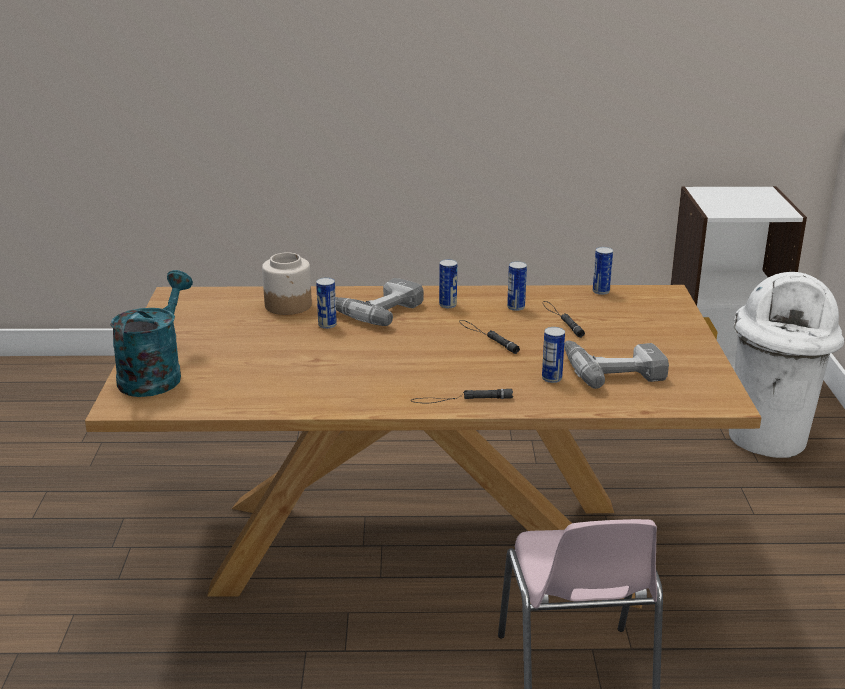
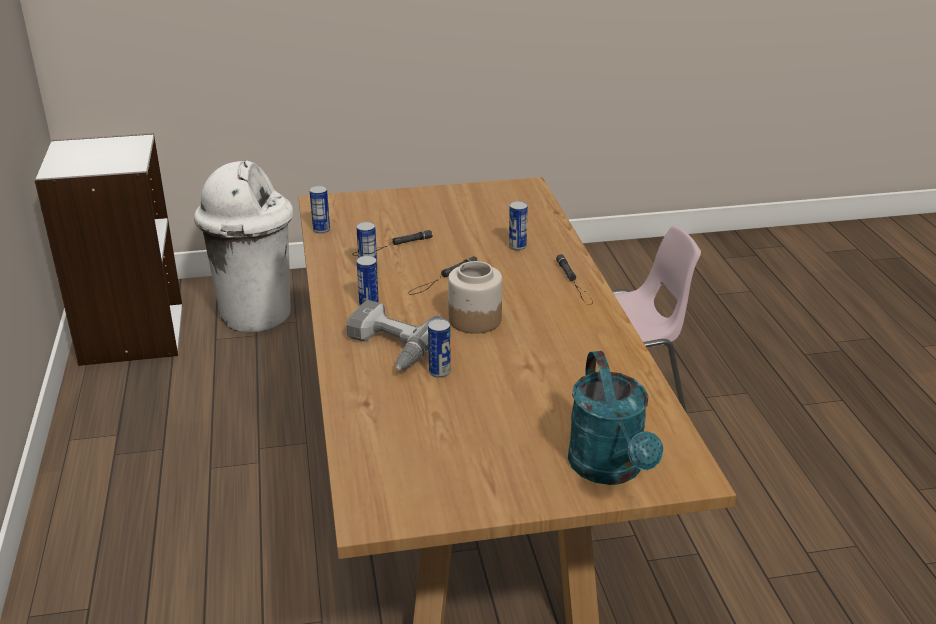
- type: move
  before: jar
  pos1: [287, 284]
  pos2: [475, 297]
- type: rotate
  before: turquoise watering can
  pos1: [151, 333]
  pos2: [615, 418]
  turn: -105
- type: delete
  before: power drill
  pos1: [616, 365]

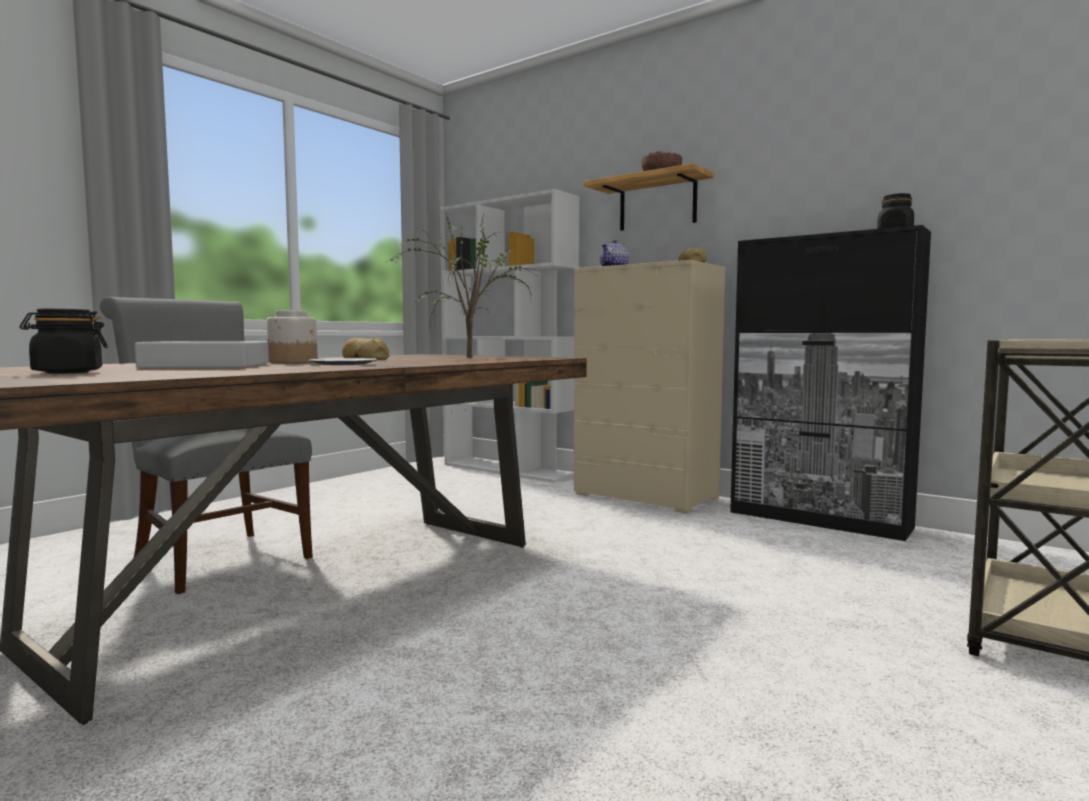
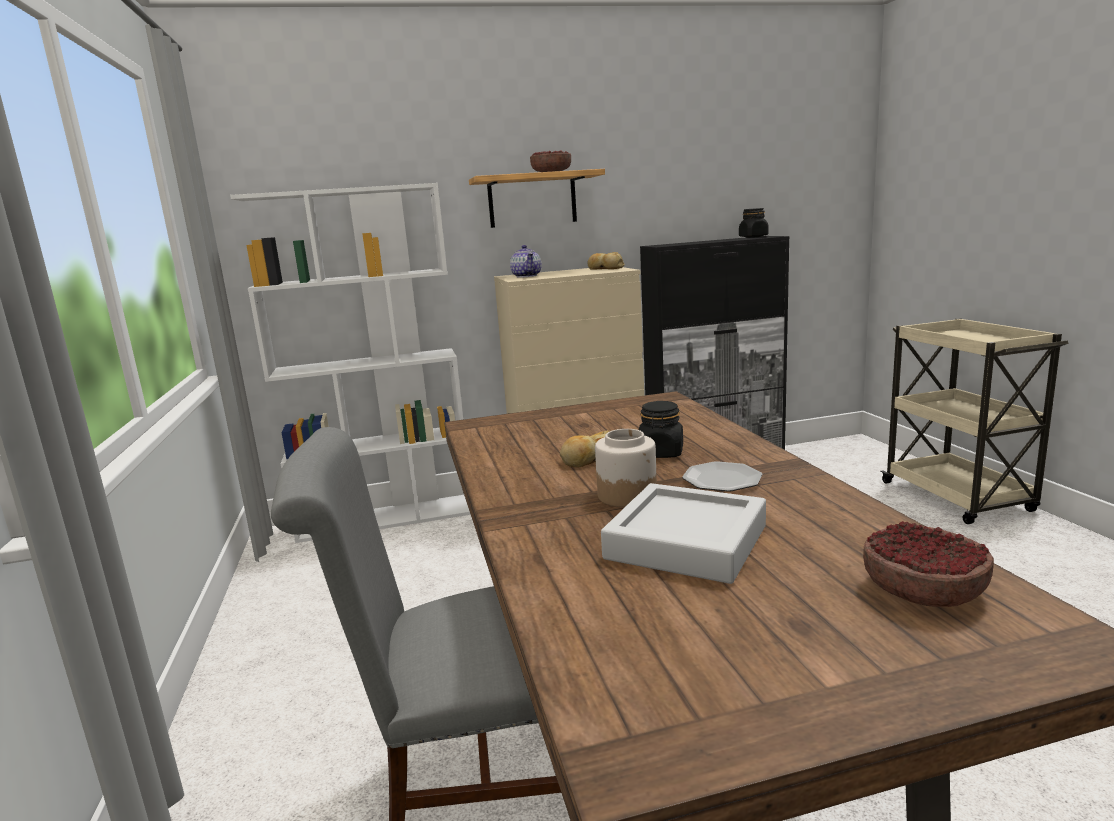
- type: delete
  before: potted plant
  pos1: [462, 283]
- type: move
  before: black jar
  pos1: [64, 340]
  pos2: [661, 429]
- type: insert
  after: bowl
  pos2: [928, 564]

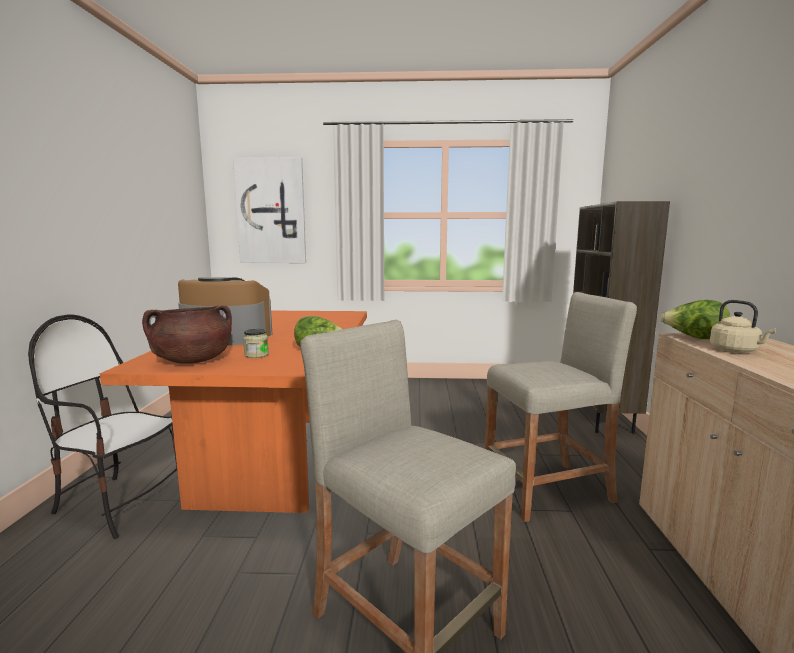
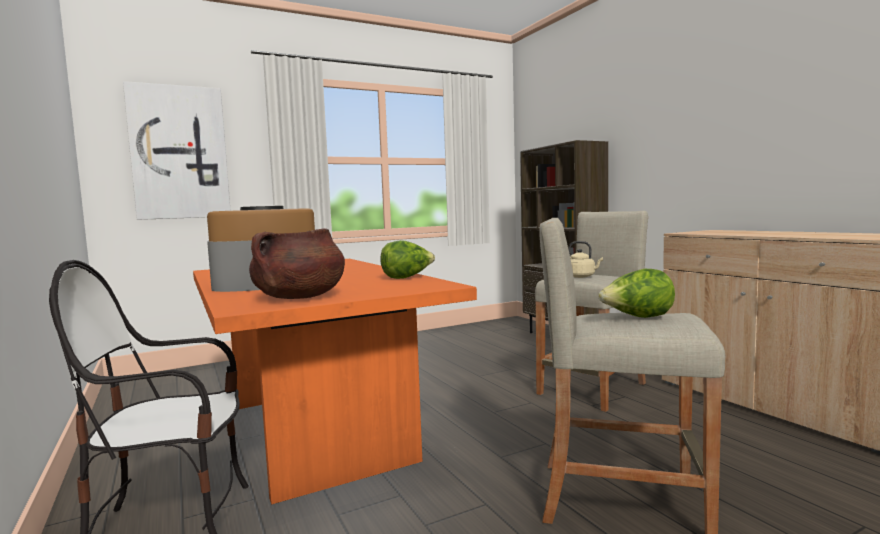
- type: move
  before: lettuce
  pos1: [695, 319]
  pos2: [636, 293]
- type: move
  before: beige kettle
  pos1: [743, 326]
  pos2: [585, 259]
- type: delete
  before: jar
  pos1: [256, 343]

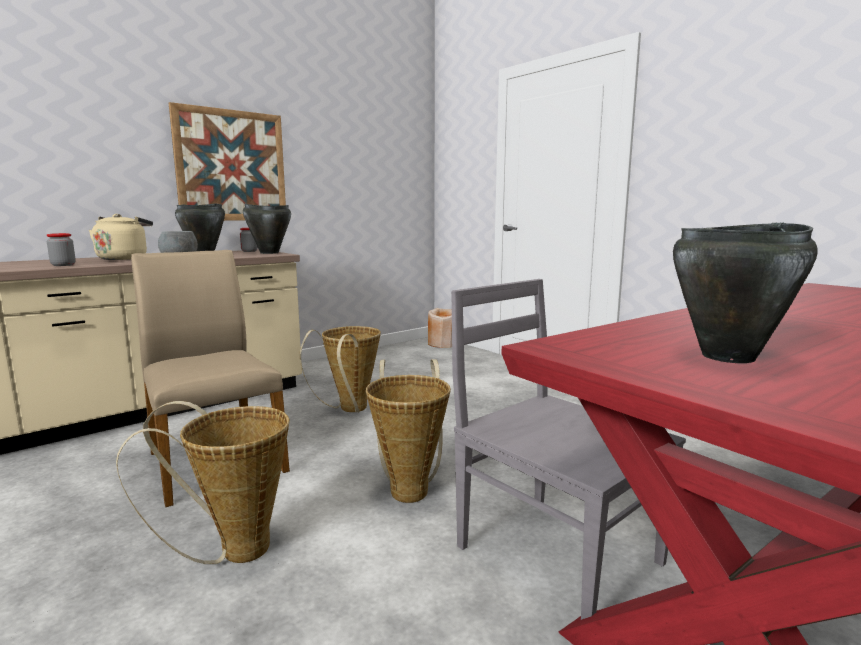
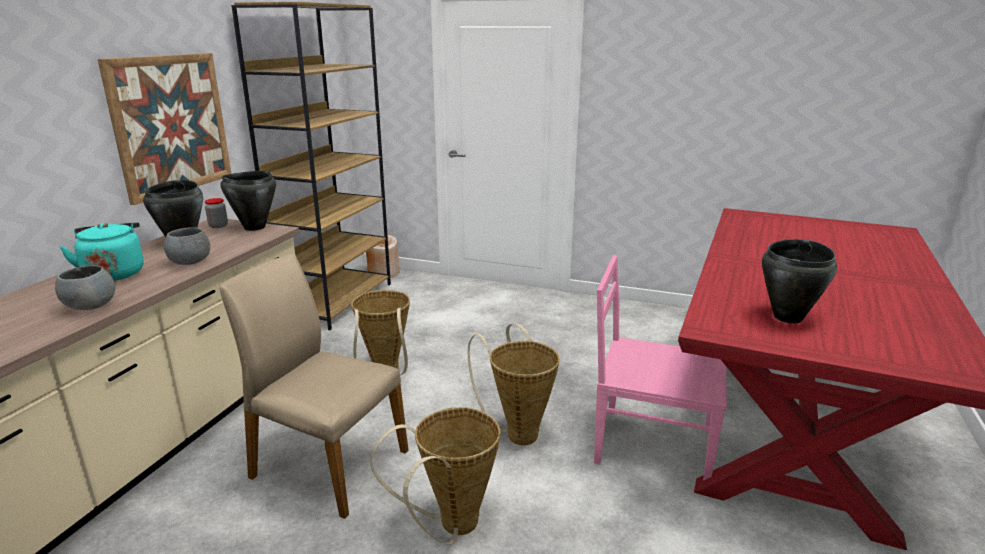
- type: recolor
  before: beige kettle
  after: turquoise kettle
  pos1: [121, 237]
  pos2: [101, 251]
- type: replace
  before: jar
  after: grey bowl
  pos1: [61, 249]
  pos2: [85, 287]
- type: recolor
  before: grey chair
  after: pink chair
  pos1: [568, 449]
  pos2: [660, 368]
- type: insert
  after: brown bookcase
  pos2: [311, 166]

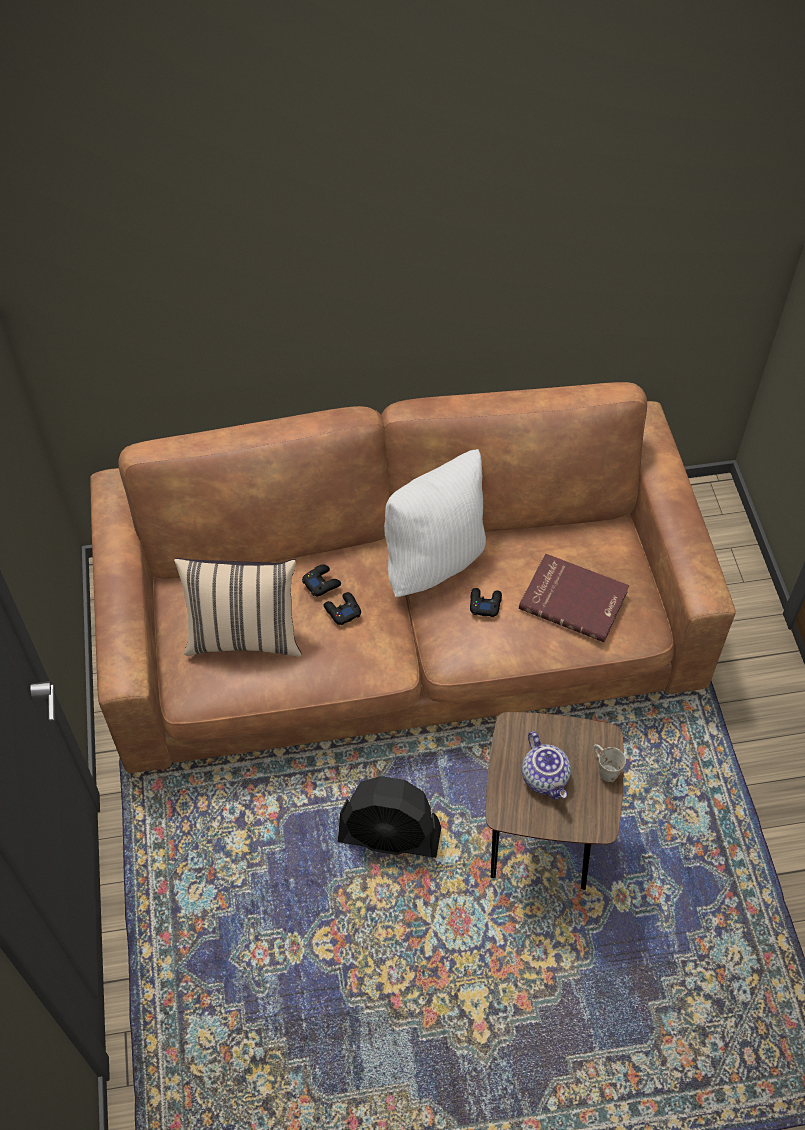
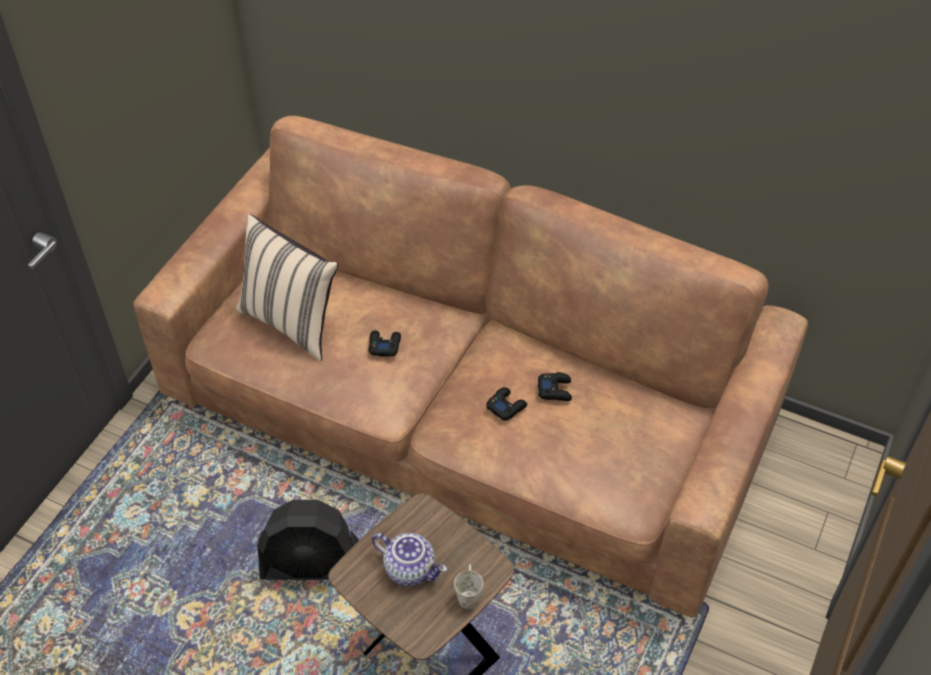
- type: delete
  before: white pillow
  pos1: [435, 523]
- type: delete
  before: red book
  pos1: [574, 598]
- type: move
  before: black game controller
  pos1: [321, 580]
  pos2: [555, 386]
- type: rotate
  before: teapot
  pos1: [546, 765]
  pos2: [409, 559]
  turn: -75
- type: rotate
  before: black fan
  pos1: [389, 817]
  pos2: [308, 540]
  turn: -45

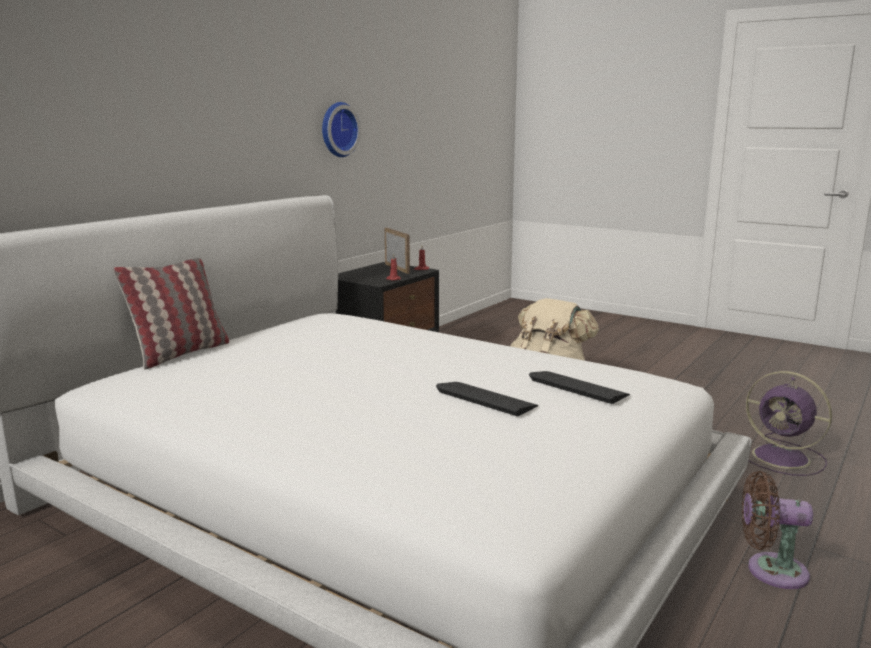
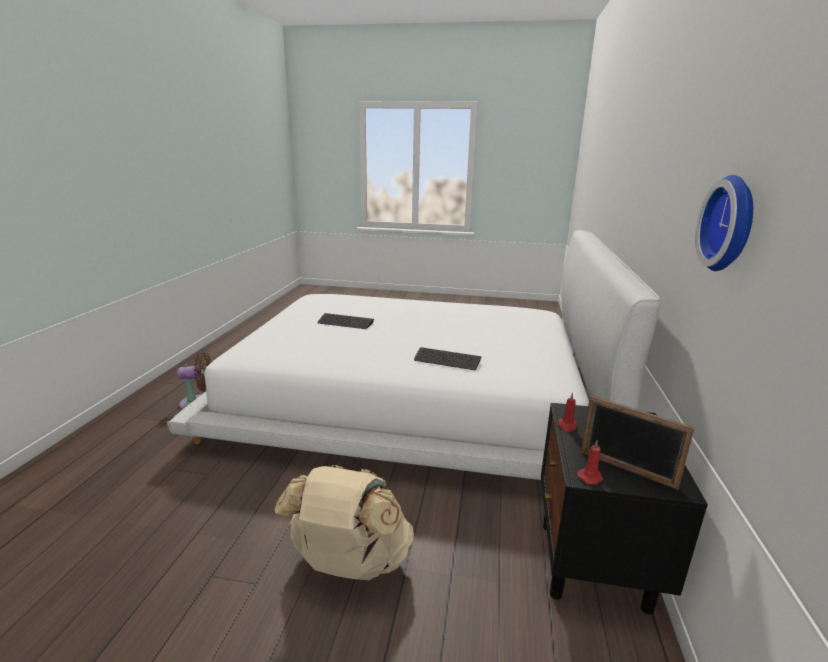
- type: delete
  before: pillow
  pos1: [171, 313]
- type: move
  before: keyboard
  pos1: [579, 387]
  pos2: [448, 358]
- type: delete
  before: purple fan
  pos1: [789, 423]

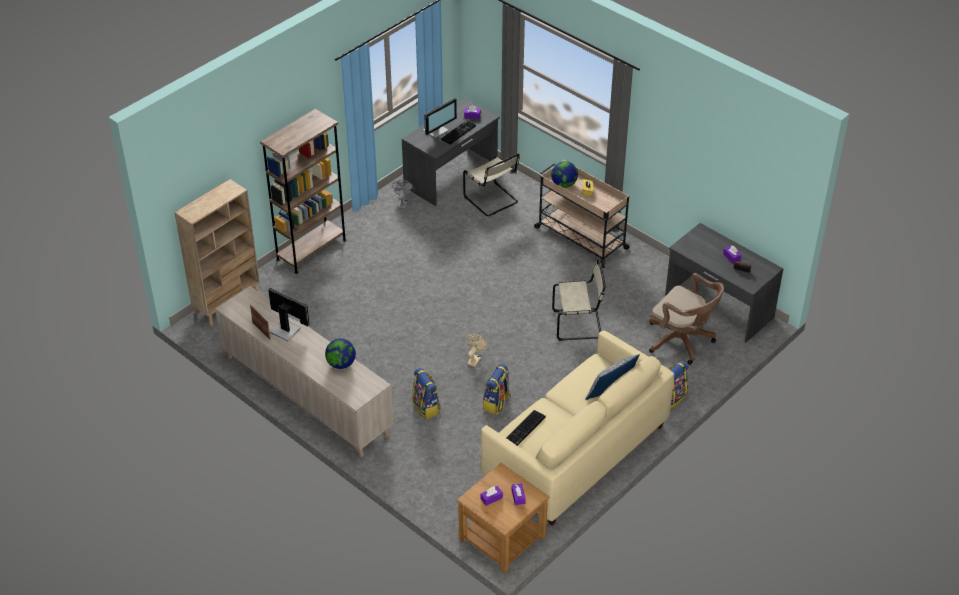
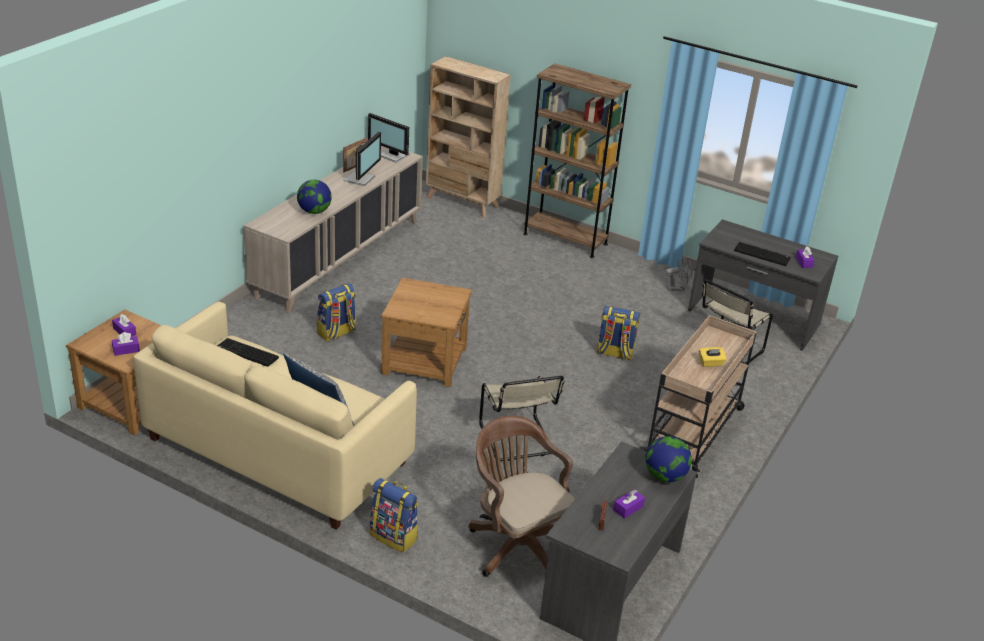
- type: move
  before: monitor
  pos1: [440, 118]
  pos2: [389, 138]
- type: move
  before: globe
  pos1: [564, 174]
  pos2: [668, 459]
- type: rotate
  before: brown office chair
  pos1: [686, 319]
  pos2: [522, 496]
  turn: 120
- type: replace
  before: beige fan
  after: brown side table
  pos1: [477, 350]
  pos2: [426, 332]
- type: move
  before: backpack
  pos1: [497, 389]
  pos2: [618, 333]

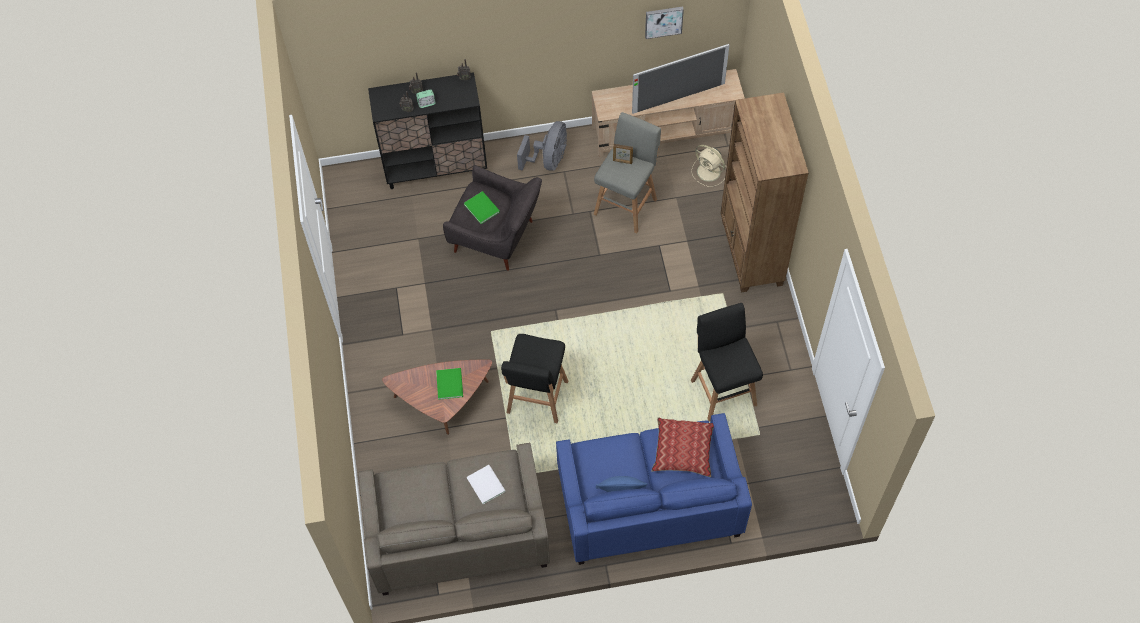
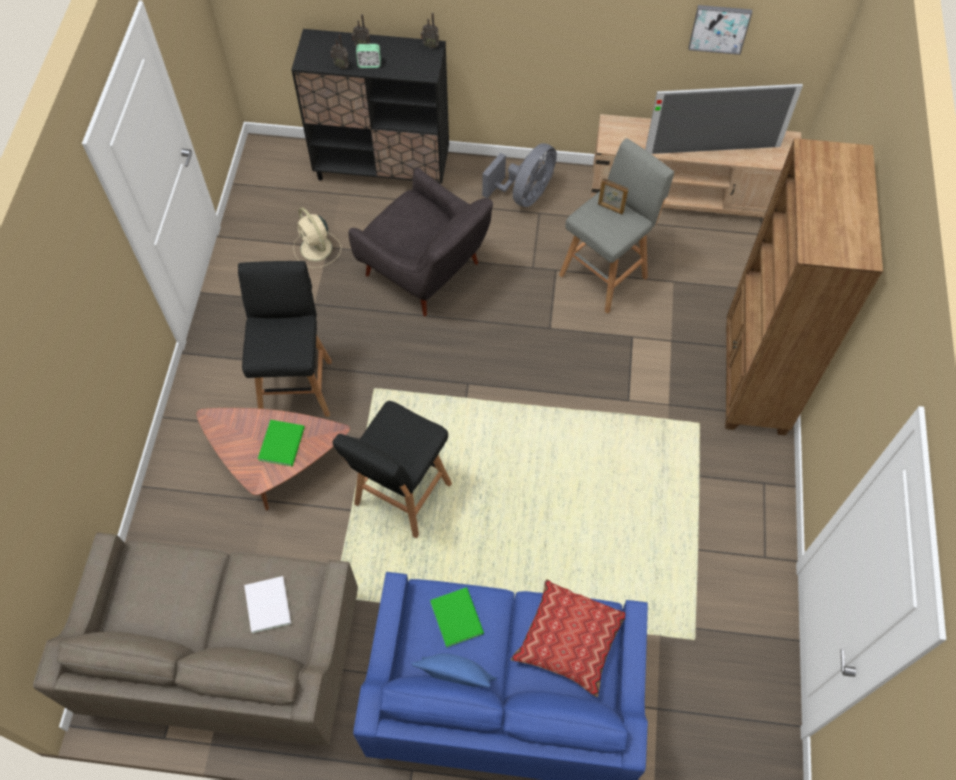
- type: move
  before: beige fan
  pos1: [708, 166]
  pos2: [317, 238]
- type: move
  before: green book
  pos1: [482, 207]
  pos2: [457, 617]
- type: move
  before: black stool
  pos1: [727, 362]
  pos2: [285, 339]

